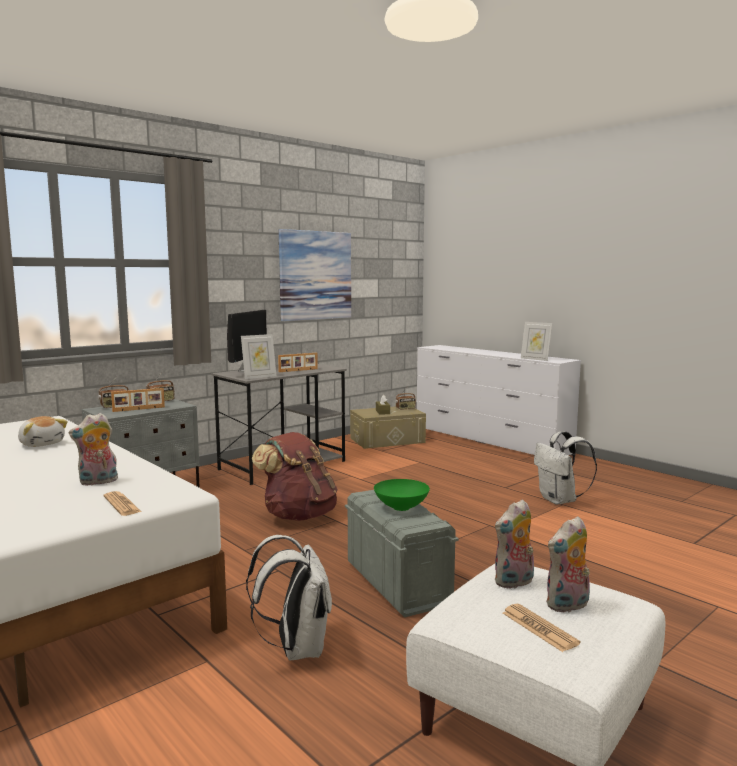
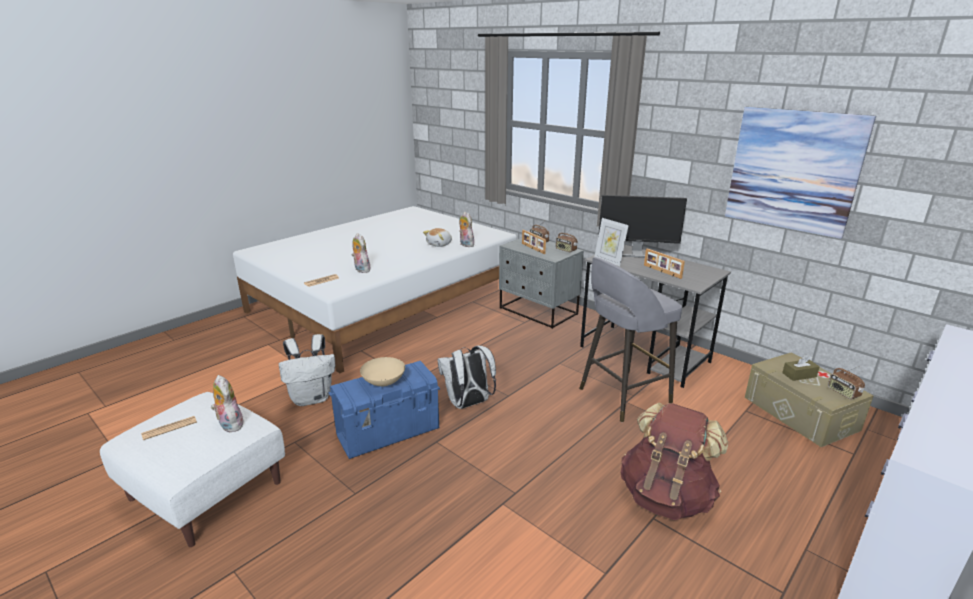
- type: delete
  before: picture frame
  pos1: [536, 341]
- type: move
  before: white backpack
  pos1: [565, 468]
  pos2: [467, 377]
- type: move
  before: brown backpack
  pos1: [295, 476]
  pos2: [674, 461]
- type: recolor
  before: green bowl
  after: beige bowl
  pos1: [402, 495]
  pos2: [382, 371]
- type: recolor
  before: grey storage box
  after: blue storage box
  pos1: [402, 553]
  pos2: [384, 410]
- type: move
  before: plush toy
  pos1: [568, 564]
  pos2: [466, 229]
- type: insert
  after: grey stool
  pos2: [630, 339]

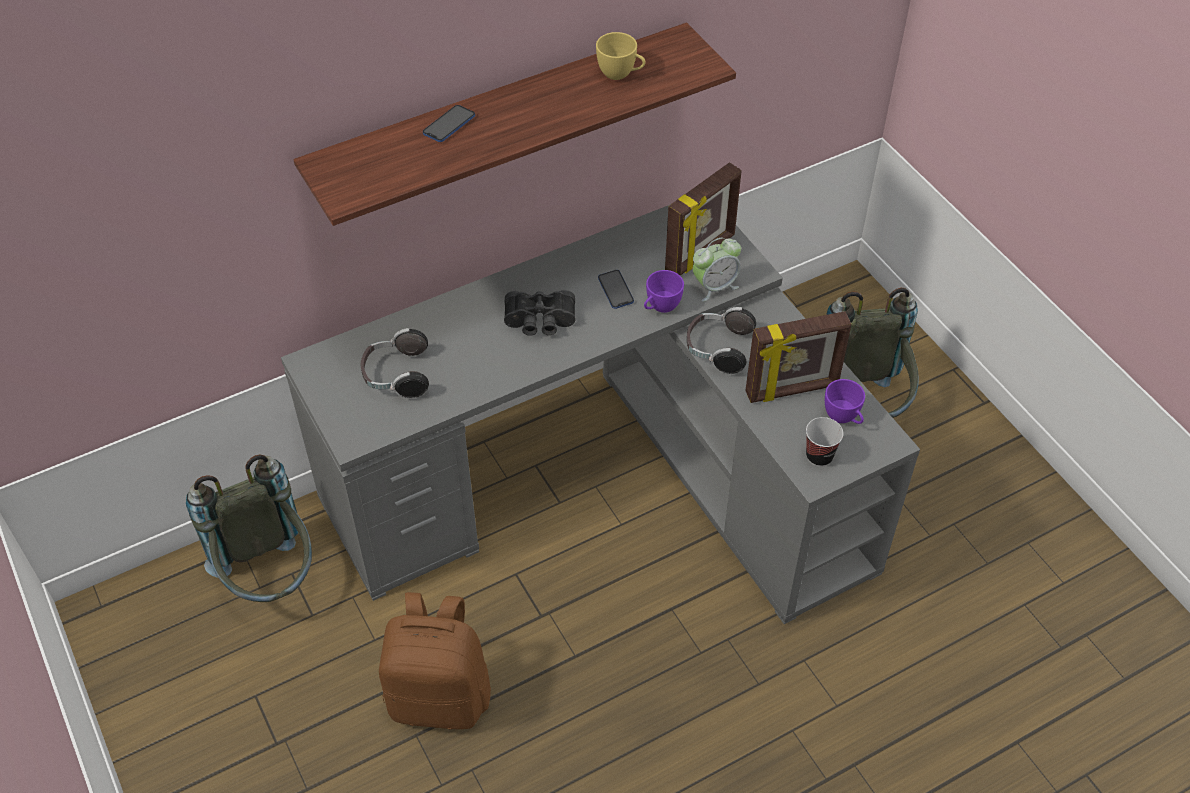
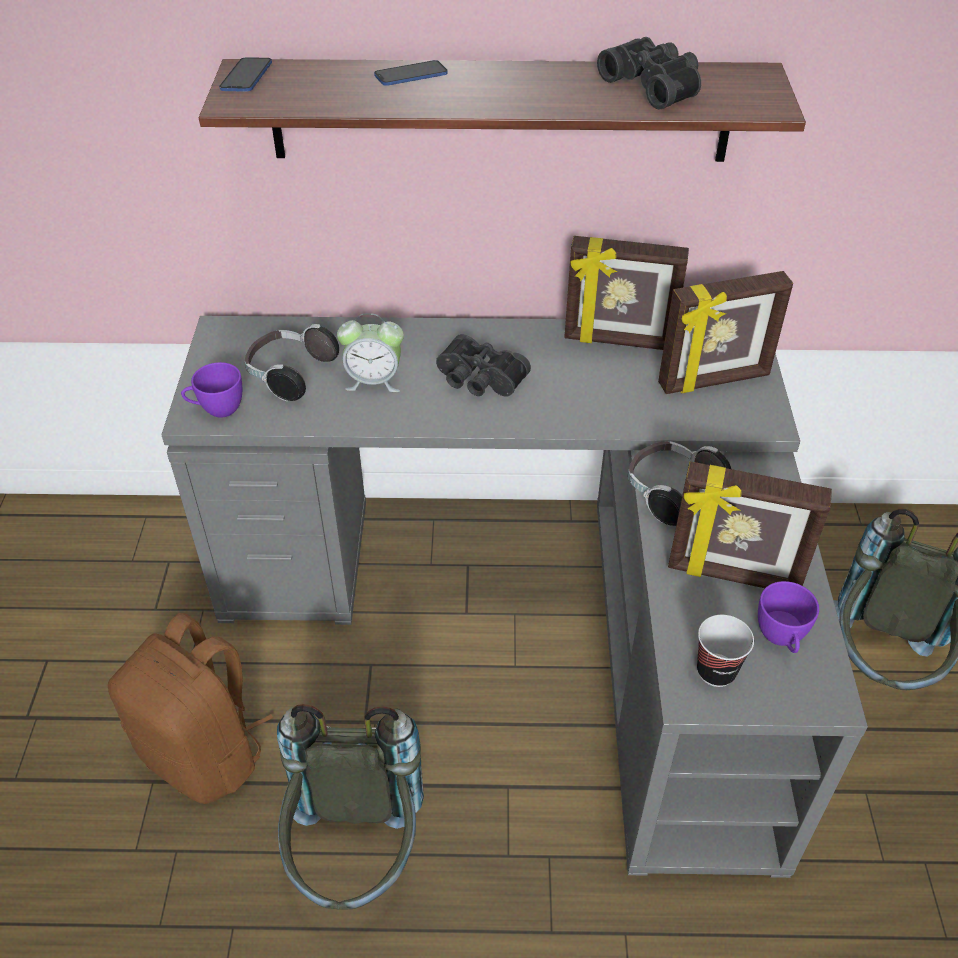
- type: replace
  before: yellow cup
  after: black binoculars
  pos1: [620, 56]
  pos2: [649, 73]
- type: move
  before: alarm clock
  pos1: [717, 270]
  pos2: [370, 352]
- type: move
  before: phone
  pos1: [616, 289]
  pos2: [245, 74]
- type: move
  before: purple cup
  pos1: [664, 291]
  pos2: [211, 390]
- type: move
  before: grey backpack
  pos1: [249, 528]
  pos2: [350, 807]
- type: insert
  after: picture frame
  pos2: [626, 293]

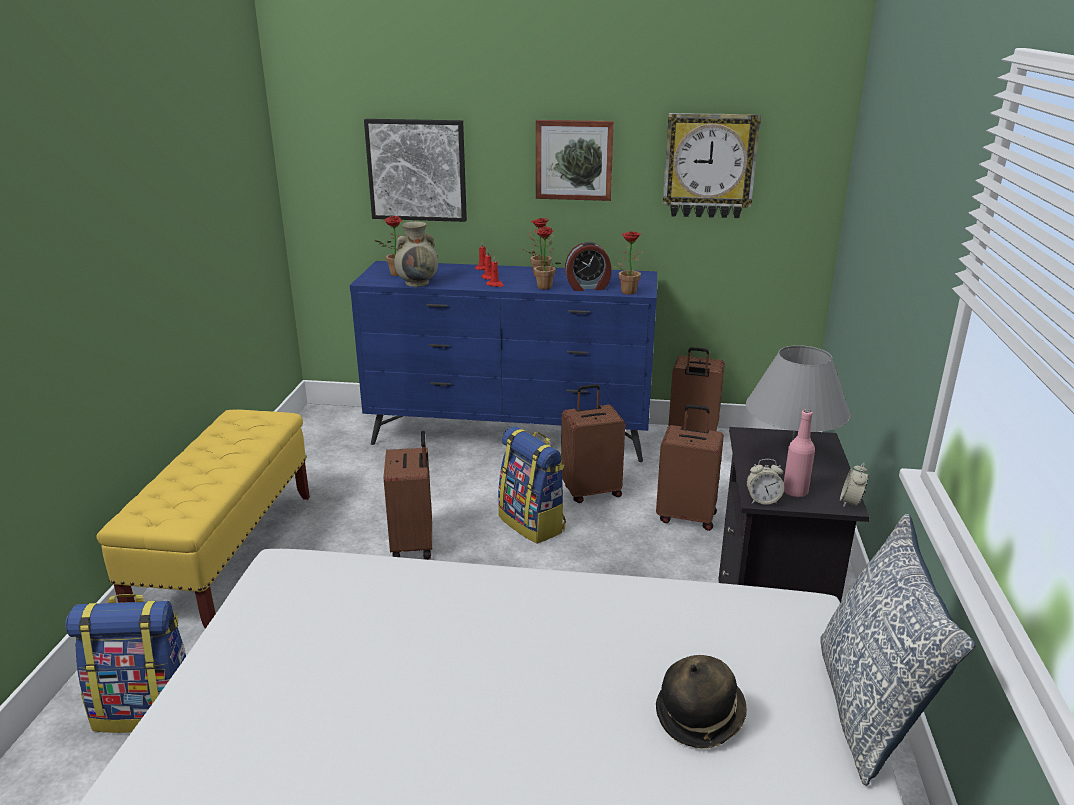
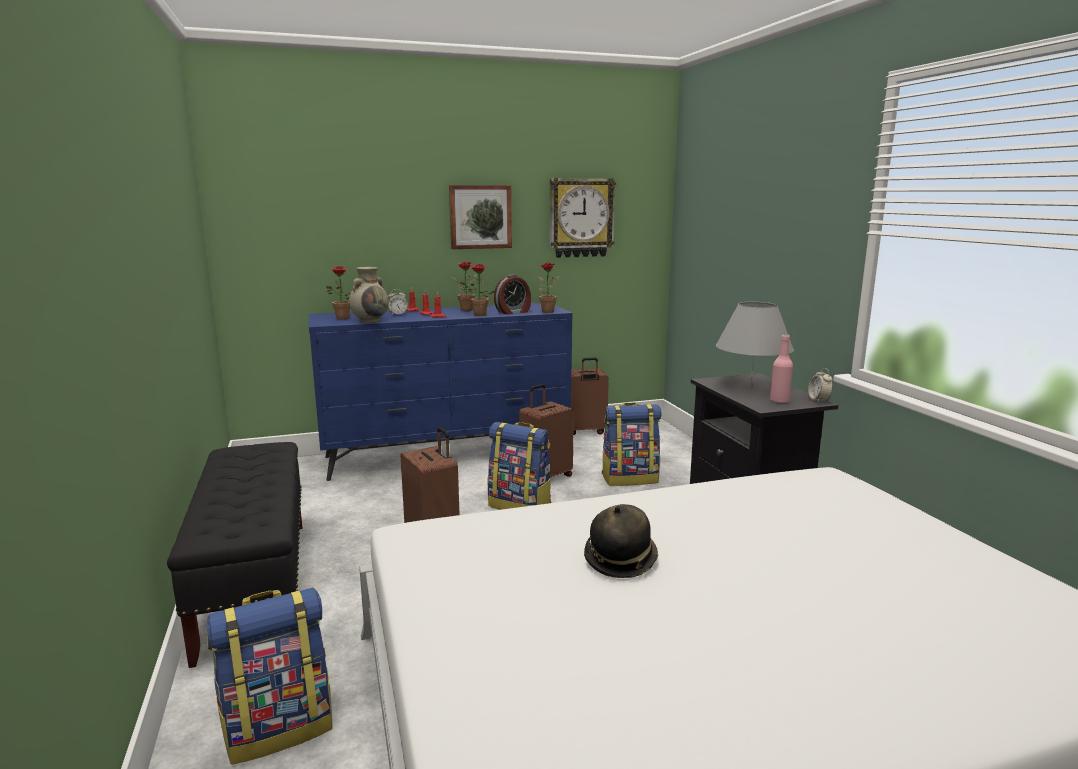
- type: delete
  before: picture
  pos1: [415, 170]
- type: replace
  before: brown suitcase
  after: backpack
  pos1: [690, 467]
  pos2: [631, 444]
- type: recolor
  before: yellow bench
  after: black bench
  pos1: [203, 519]
  pos2: [234, 555]
- type: move
  before: alarm clock
  pos1: [765, 482]
  pos2: [398, 302]
- type: delete
  before: pillow
  pos1: [898, 650]
- type: move
  before: hat
  pos1: [701, 702]
  pos2: [621, 541]

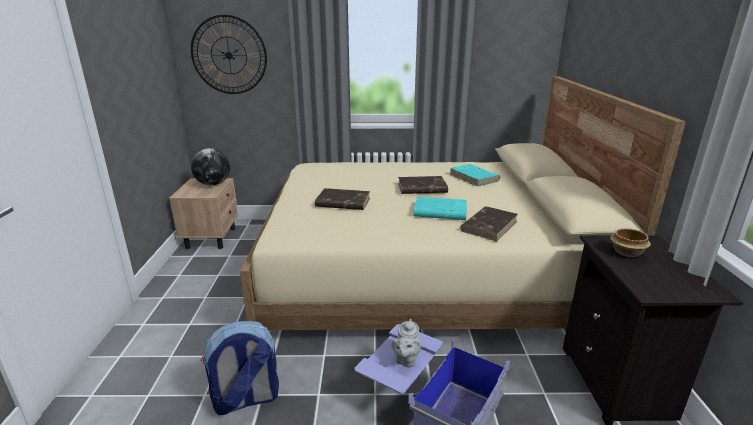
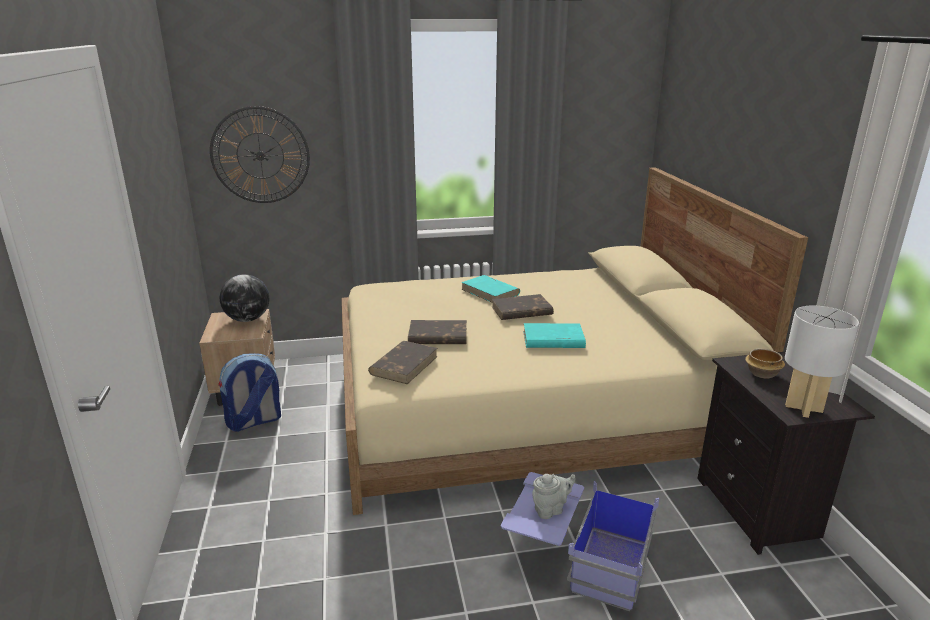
- type: move
  before: turquoise book
  pos1: [475, 175]
  pos2: [490, 289]
- type: move
  before: brown book
  pos1: [489, 223]
  pos2: [403, 362]
- type: rotate
  before: grey teapot
  pos1: [406, 343]
  pos2: [553, 496]
  turn: -120
- type: move
  before: backpack
  pos1: [240, 368]
  pos2: [249, 392]
- type: insert
  after: white table lamp
  pos2: [822, 362]

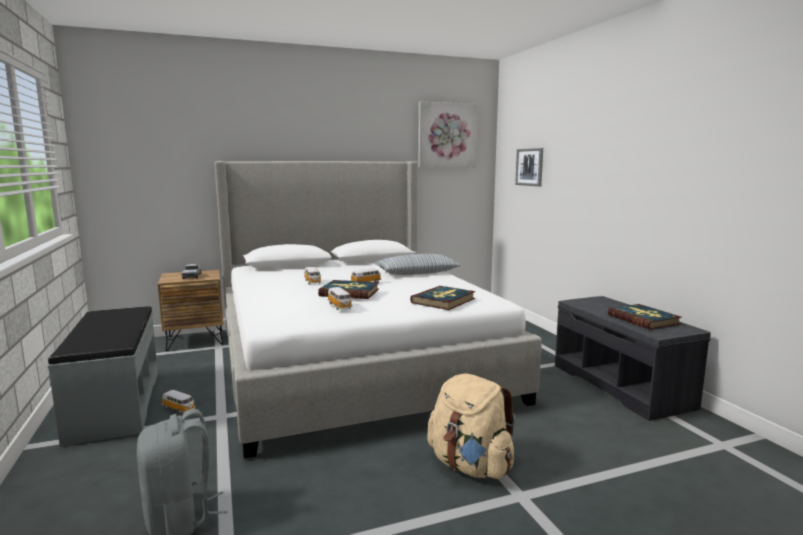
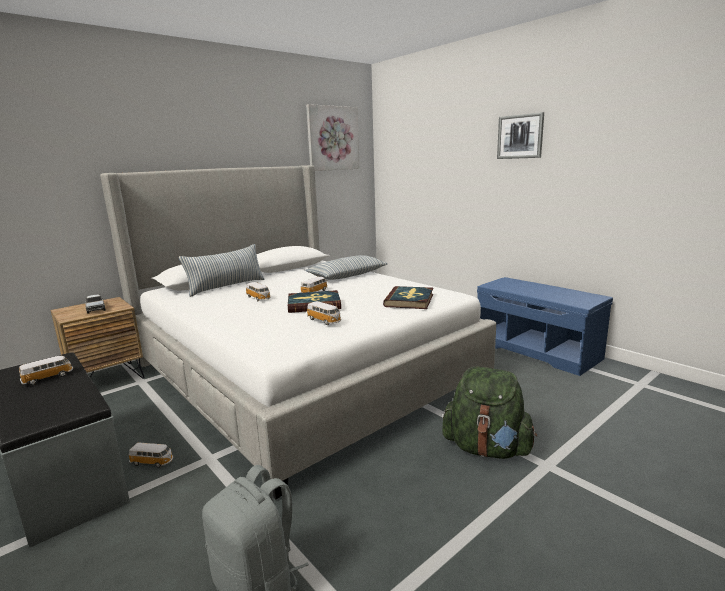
- type: move
  before: picture
  pos1: [529, 167]
  pos2: [520, 135]
- type: recolor
  before: grey bench
  after: blue bench
  pos1: [633, 358]
  pos2: [545, 326]
- type: delete
  before: book
  pos1: [645, 317]
- type: recolor
  before: beige backpack
  after: green backpack
  pos1: [471, 426]
  pos2: [489, 412]
- type: insert
  after: pillow
  pos2: [222, 270]
- type: insert
  after: toy car
  pos2: [46, 370]

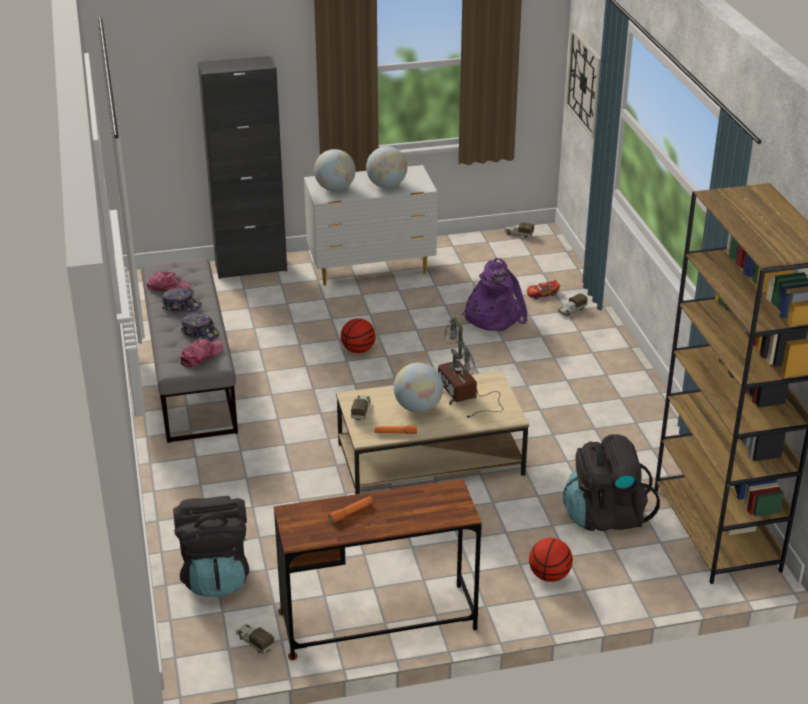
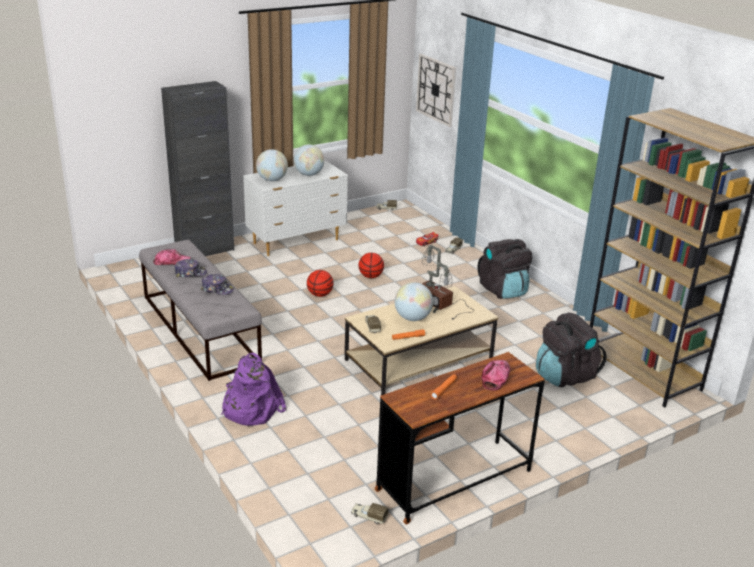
- type: move
  before: purple backpack
  pos1: [495, 294]
  pos2: [253, 389]
- type: move
  before: cap
  pos1: [201, 353]
  pos2: [495, 375]
- type: move
  before: black backpack
  pos1: [211, 546]
  pos2: [504, 269]
- type: move
  before: basketball
  pos1: [551, 560]
  pos2: [371, 265]

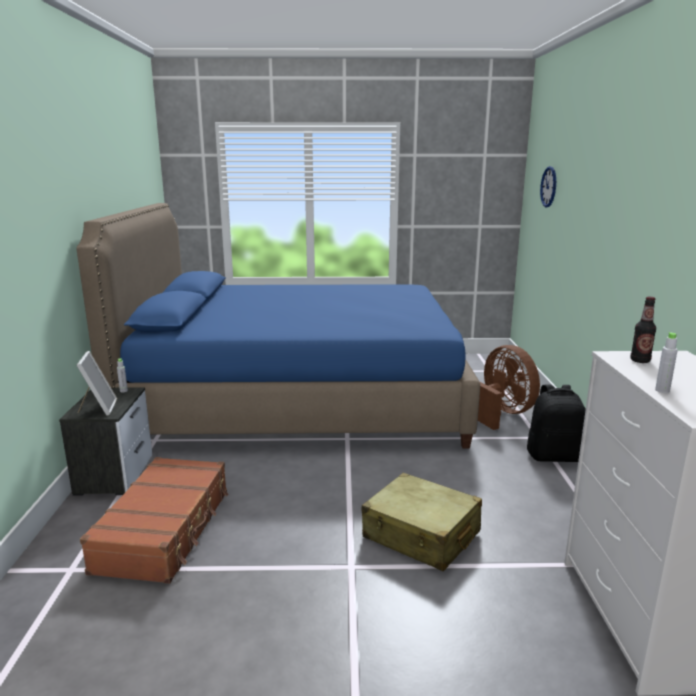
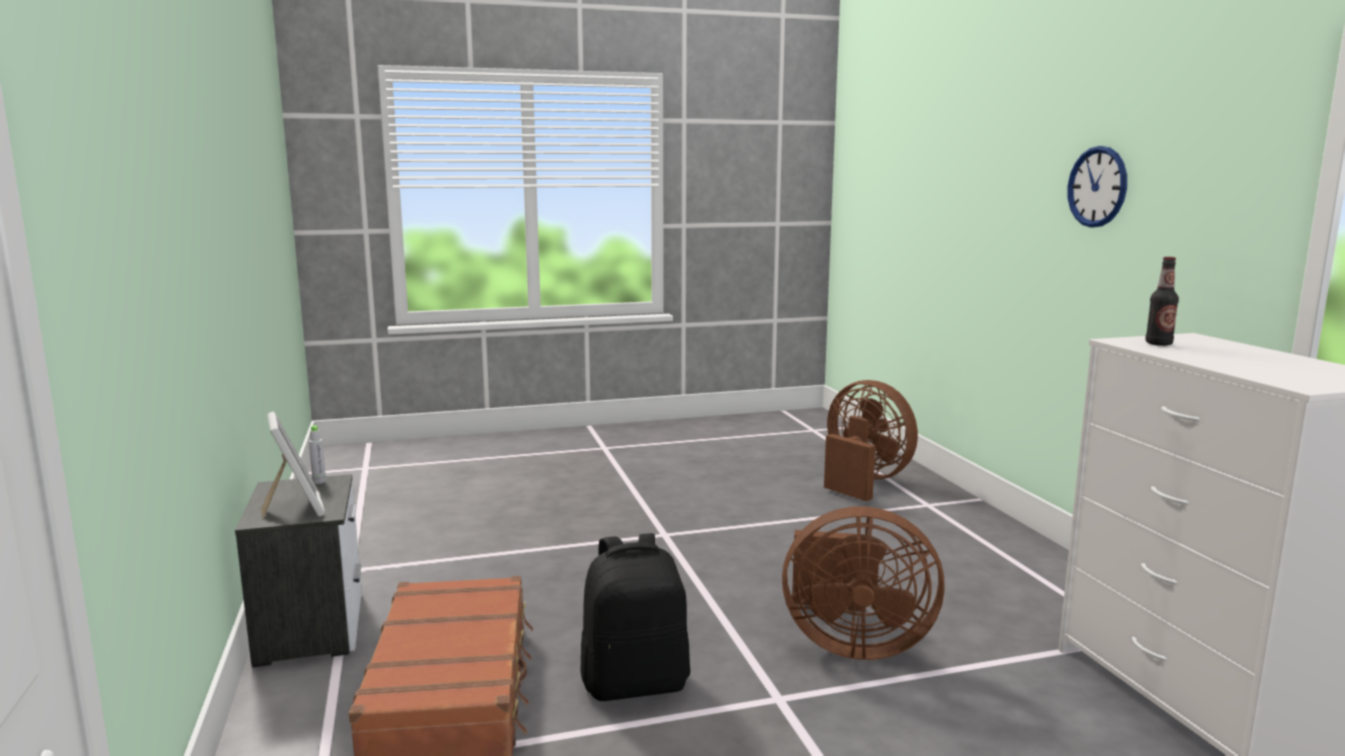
- type: move
  before: wall clock
  pos1: [548, 186]
  pos2: [1097, 187]
- type: delete
  before: blue bed
  pos1: [278, 325]
- type: delete
  before: grey bottle
  pos1: [666, 362]
- type: move
  before: black backpack
  pos1: [556, 423]
  pos2: [635, 617]
- type: replace
  before: beige suitcase
  after: brown fan
  pos1: [422, 522]
  pos2: [863, 583]

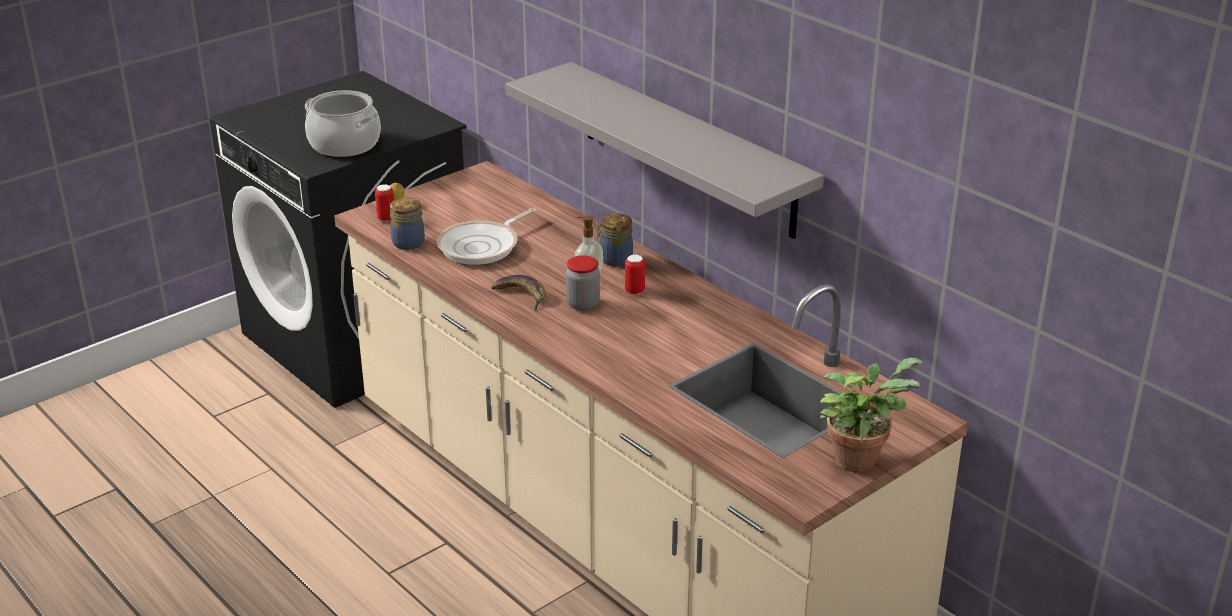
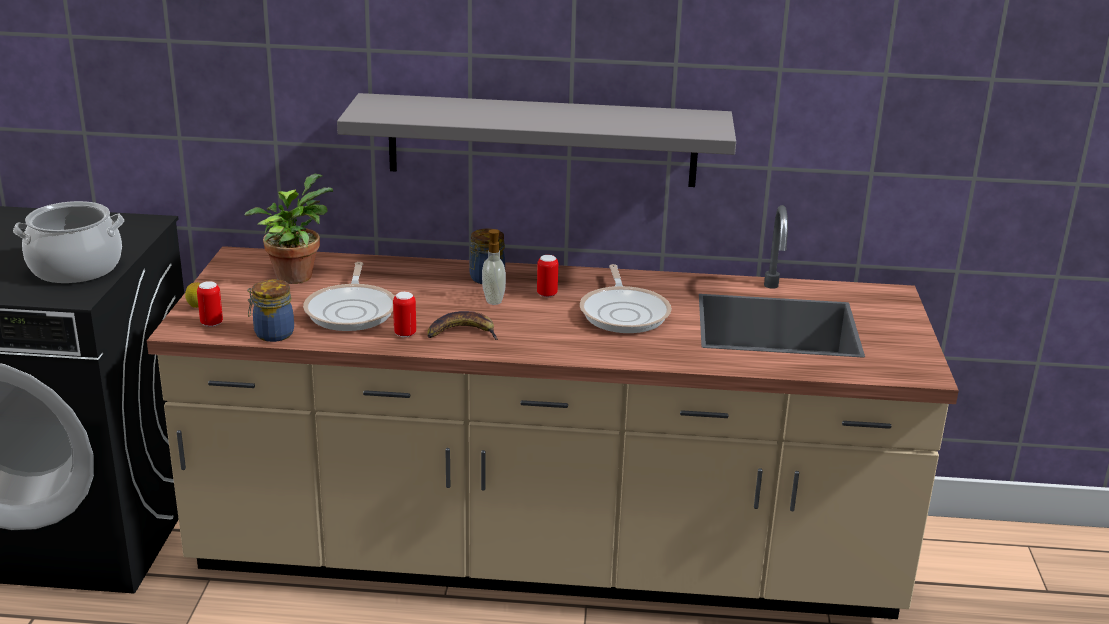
- type: delete
  before: jar
  pos1: [583, 283]
- type: move
  before: potted plant
  pos1: [872, 415]
  pos2: [289, 229]
- type: insert
  after: frying pan
  pos2: [626, 298]
- type: insert
  after: can
  pos2: [404, 315]

